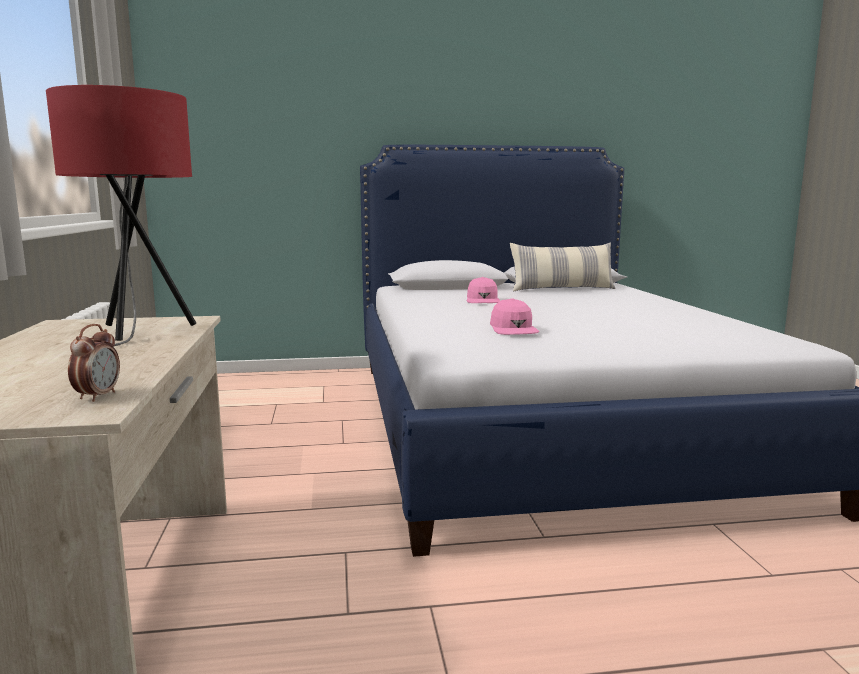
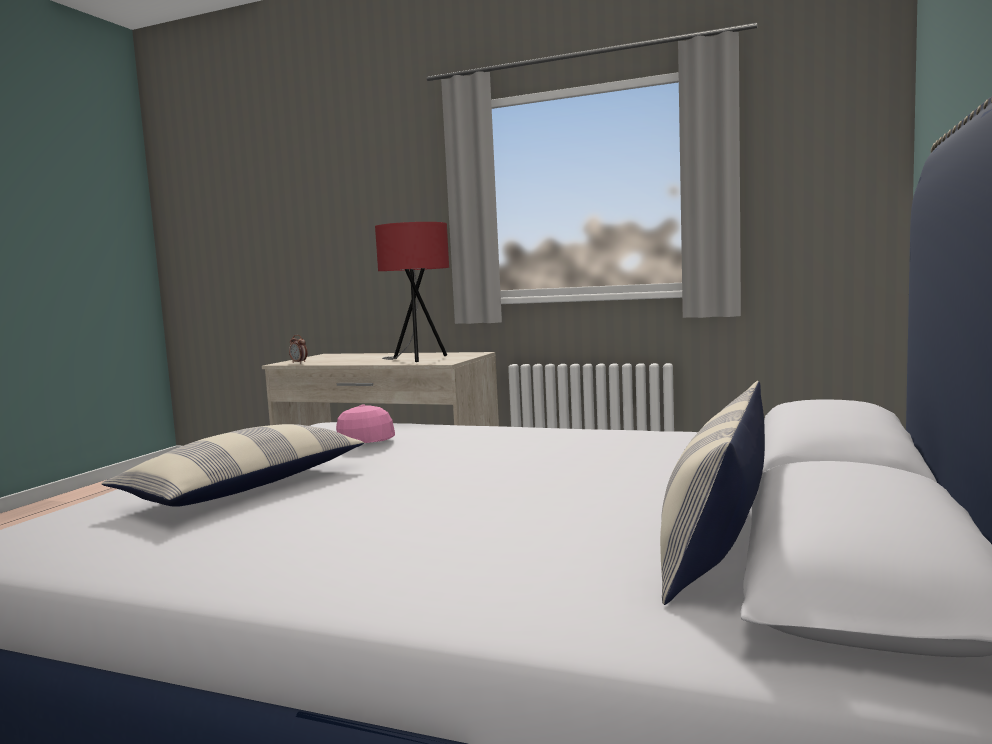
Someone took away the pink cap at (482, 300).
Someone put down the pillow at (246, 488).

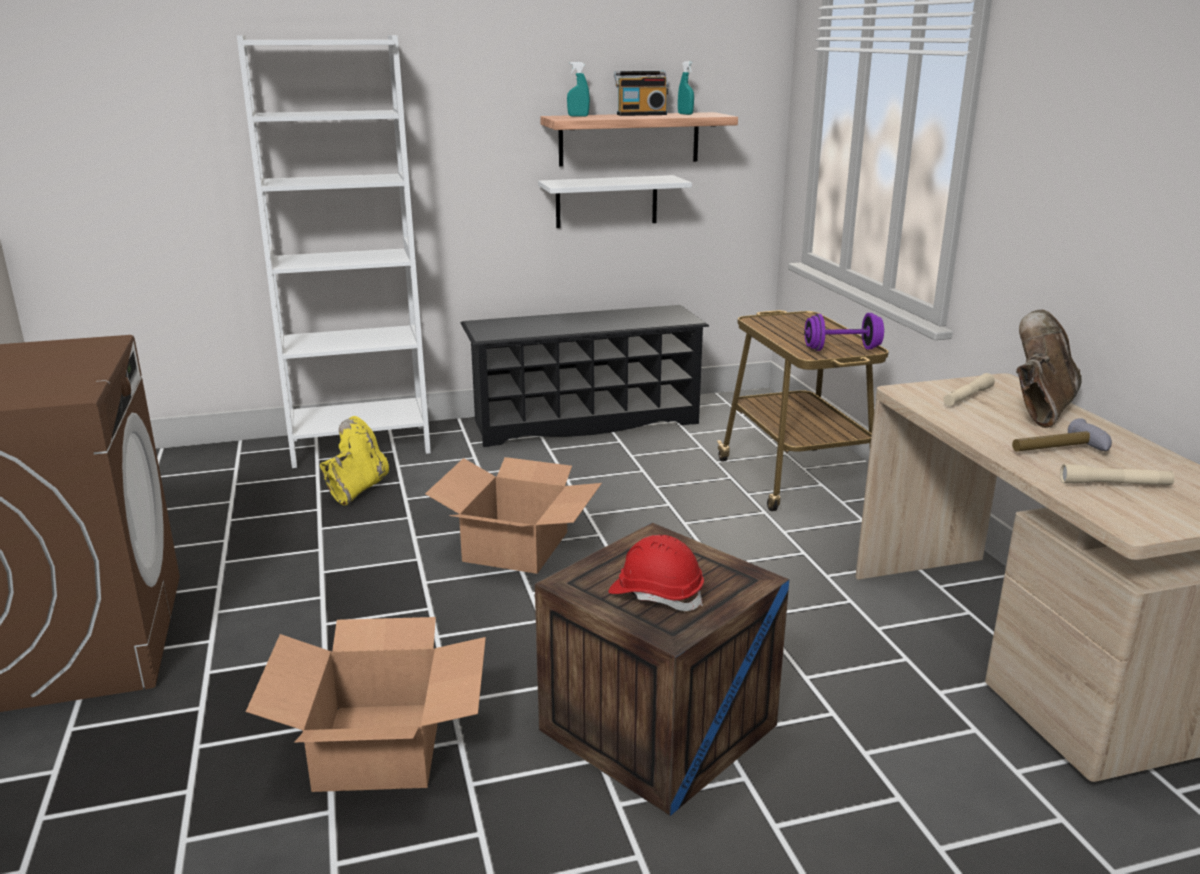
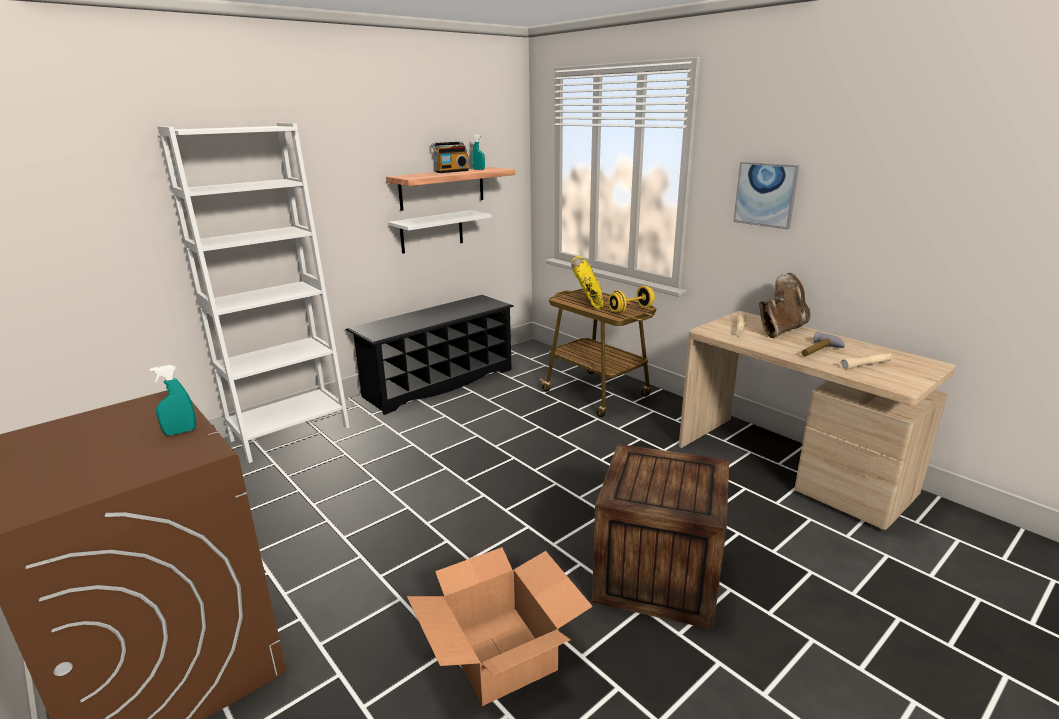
Someone took away the cardboard box at (517, 546).
Someone took away the red hard hat at (656, 595).
Someone put up the picture at (765, 194).
Someone carried the yellow boot from (357, 489) to (589, 302).
Someone carried the turquoise spray bottle from (578, 116) to (180, 432).
Someone repainted the purple dumbbell at (842, 349), which became the yellow dumbbell at (631, 310).
Someone rotated the brown boot at (1039, 409) by 45 degrees clockwise.

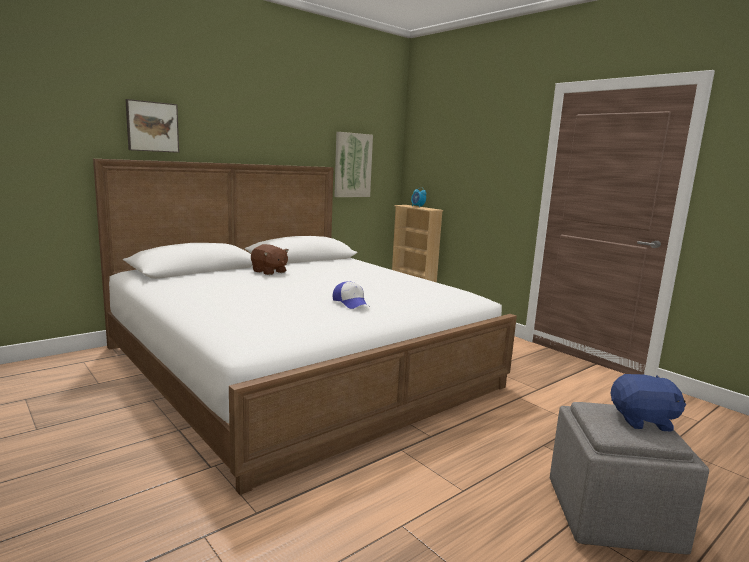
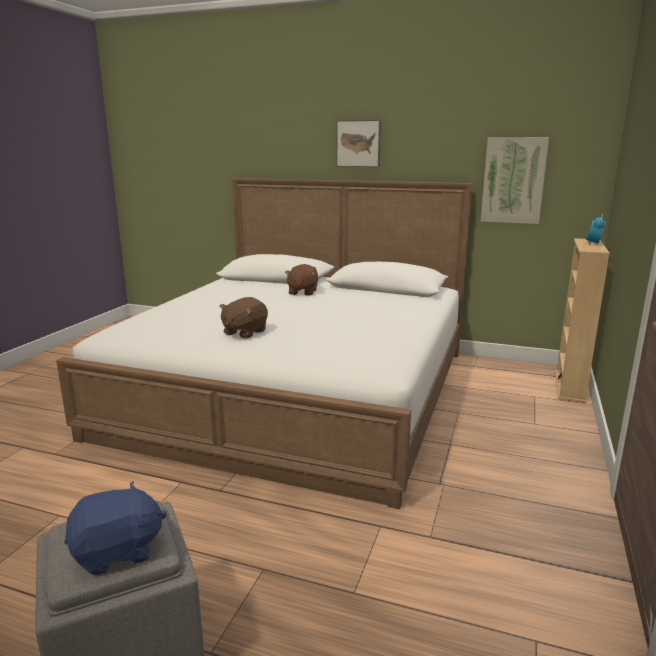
Someone carried the picture from (152, 127) to (359, 143).
Someone swapped the cap at (351, 303) for the brown plush toy at (244, 332).
Someone rotated the blue plush toy at (643, 421) by 90 degrees counterclockwise.

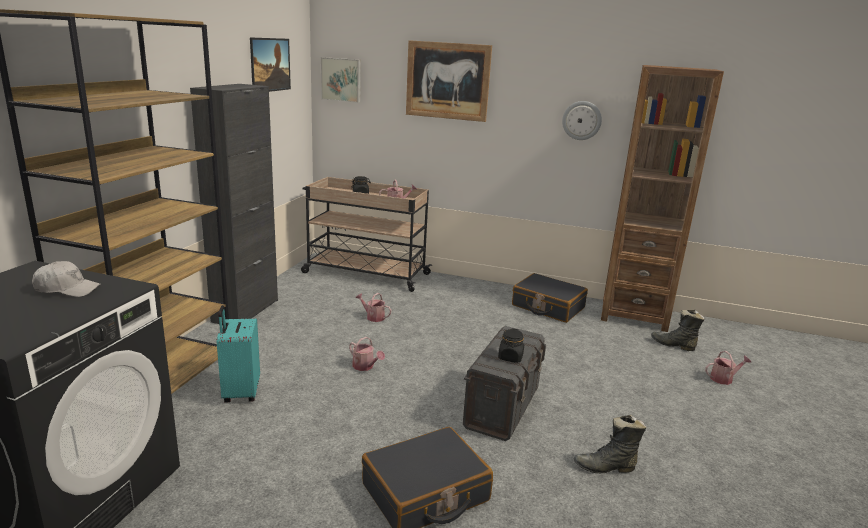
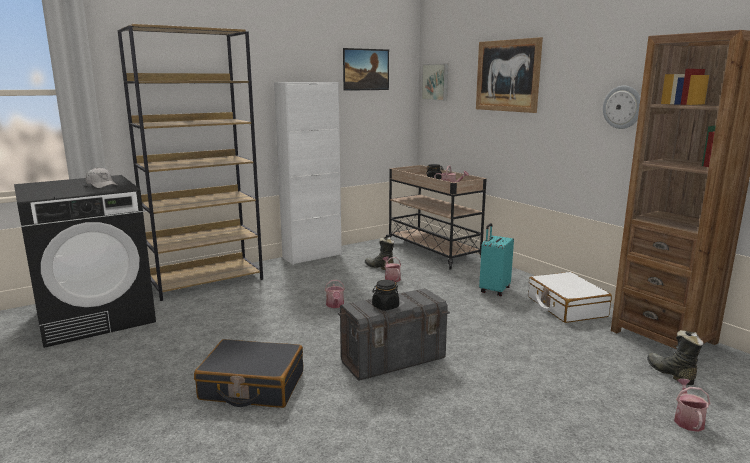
Someone carried the turquoise suitcase from (240, 392) to (494, 290).
Someone carried the black boot from (606, 467) to (379, 267).
Someone repainted the black cabinet at (245, 311), which became the white cabinet at (312, 256).
Someone repainted the black suitcase at (547, 307), which became the white suitcase at (566, 307).
Someone rotated the watering can at (724, 379) by 105 degrees counterclockwise.

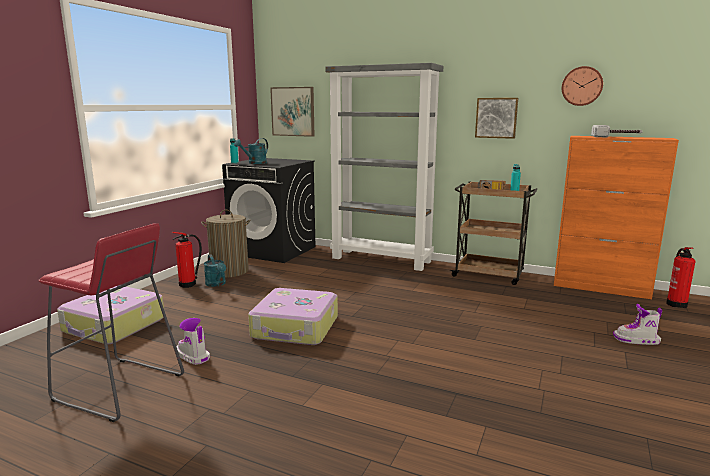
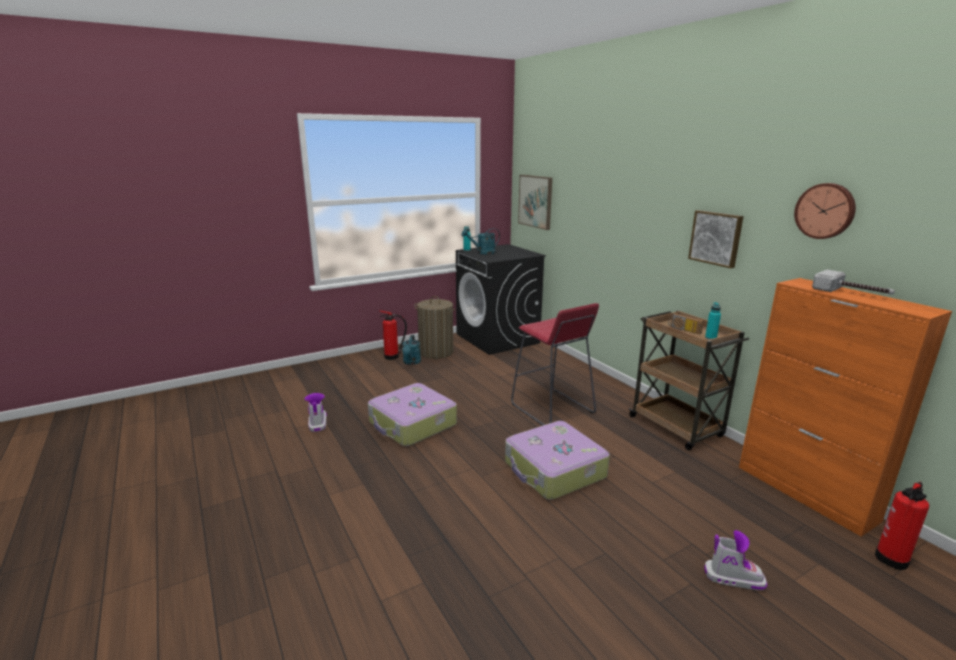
Someone took away the grey bookcase at (382, 260).
Someone carried the red stool from (119, 388) to (552, 409).
Someone carried the suitcase from (114, 325) to (554, 470).
Someone rotated the boot at (636, 340) by 150 degrees clockwise.

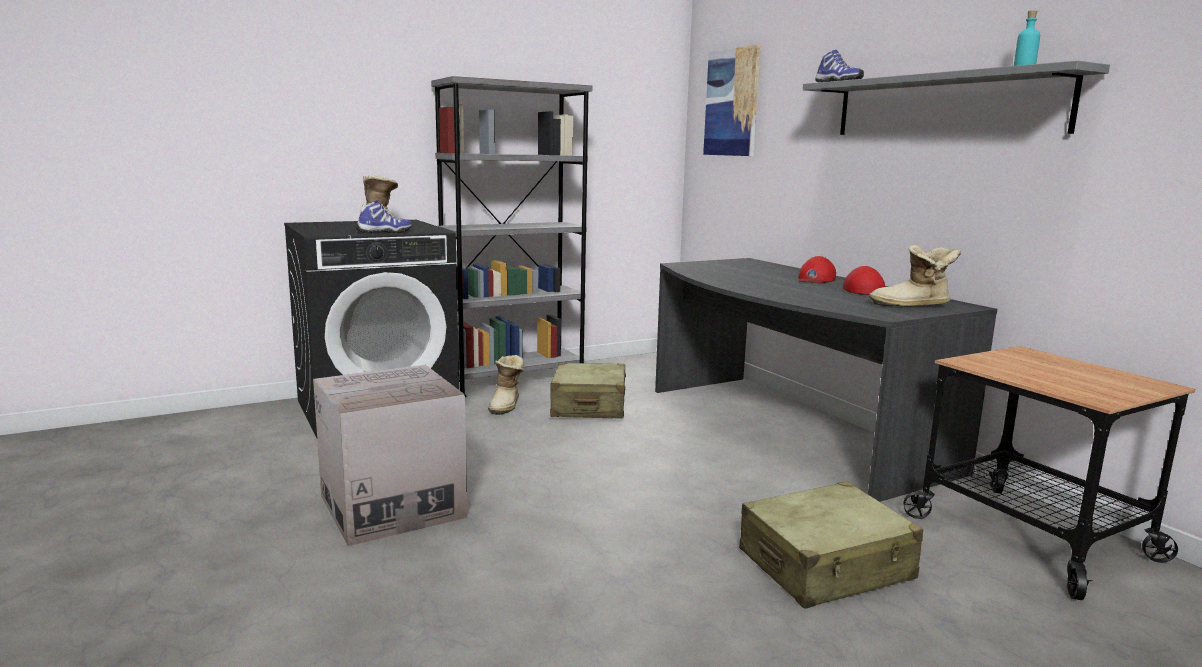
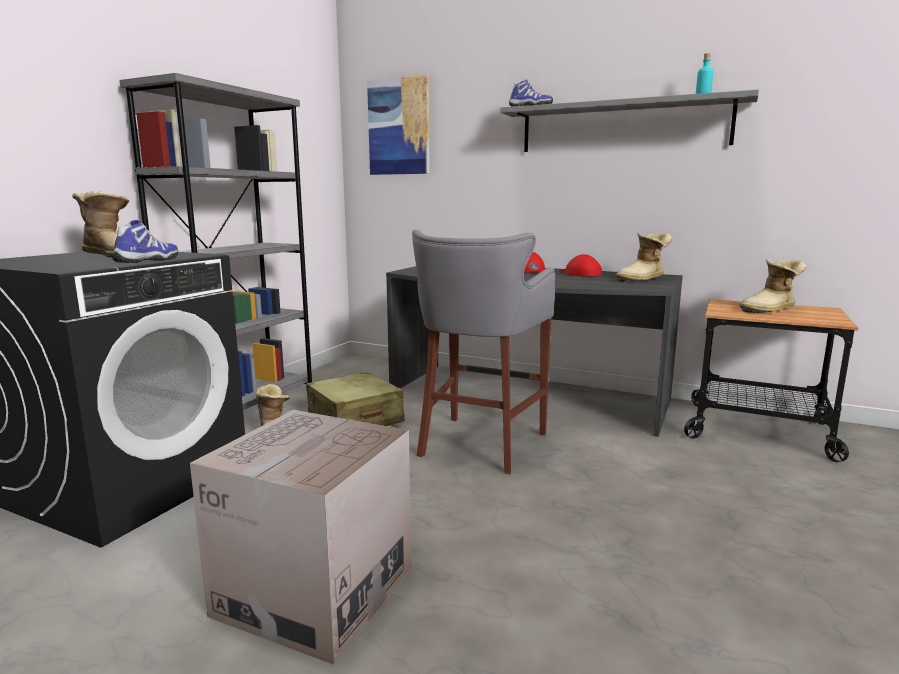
Someone took away the beige suitcase at (826, 566).
Someone put down the grey stool at (479, 445).
Someone put down the boot at (770, 310).

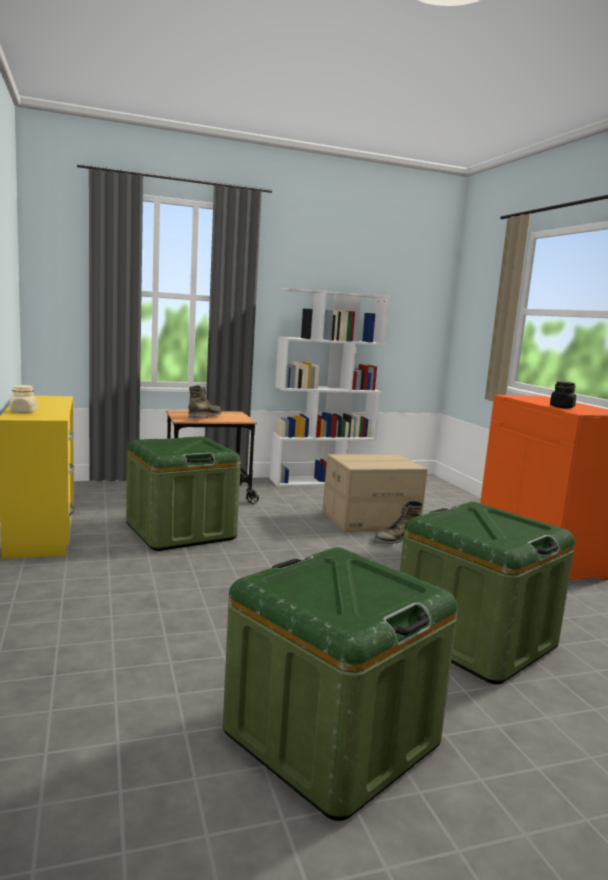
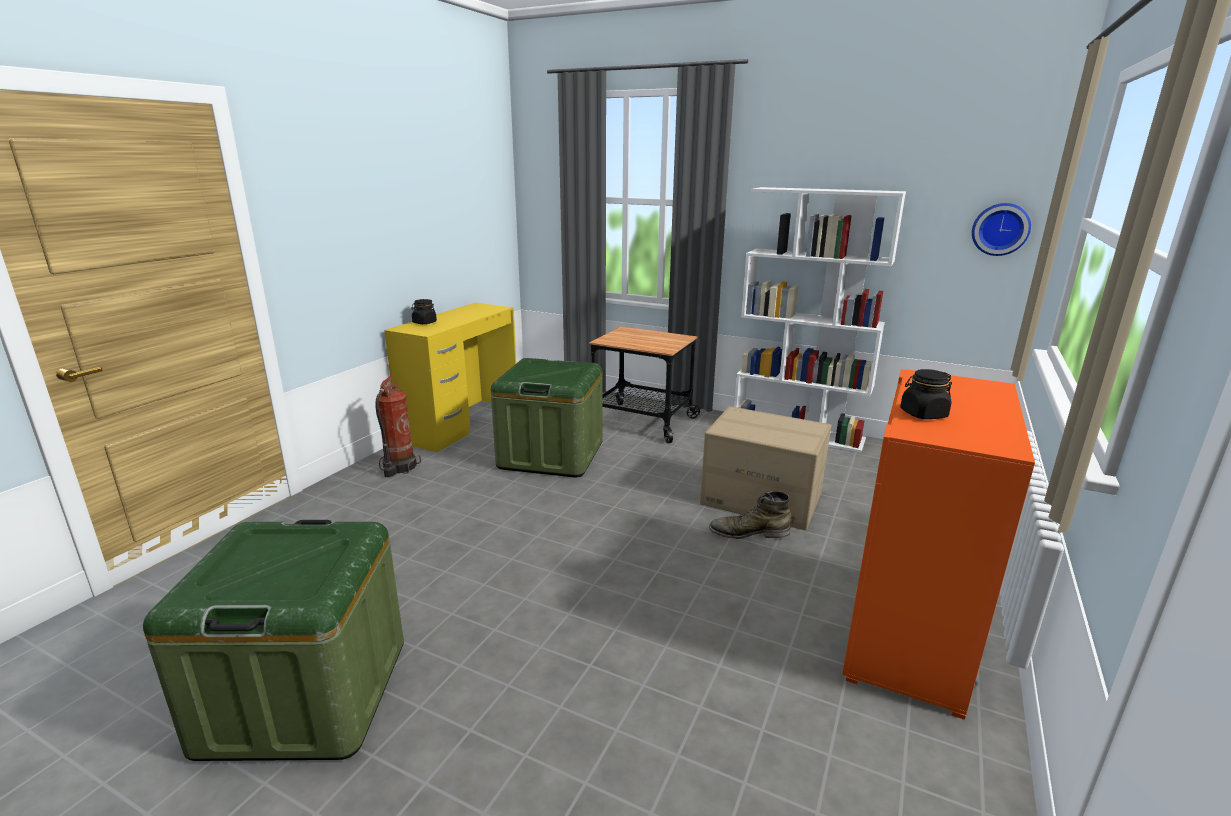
Someone took away the green boot at (206, 416).
Someone took away the green storage box at (475, 639).
Someone put down the fire extinguisher at (398, 468).
Someone put up the wall clock at (1000, 229).
Someone repainted the beige jar at (23, 411), which became the black jar at (424, 323).

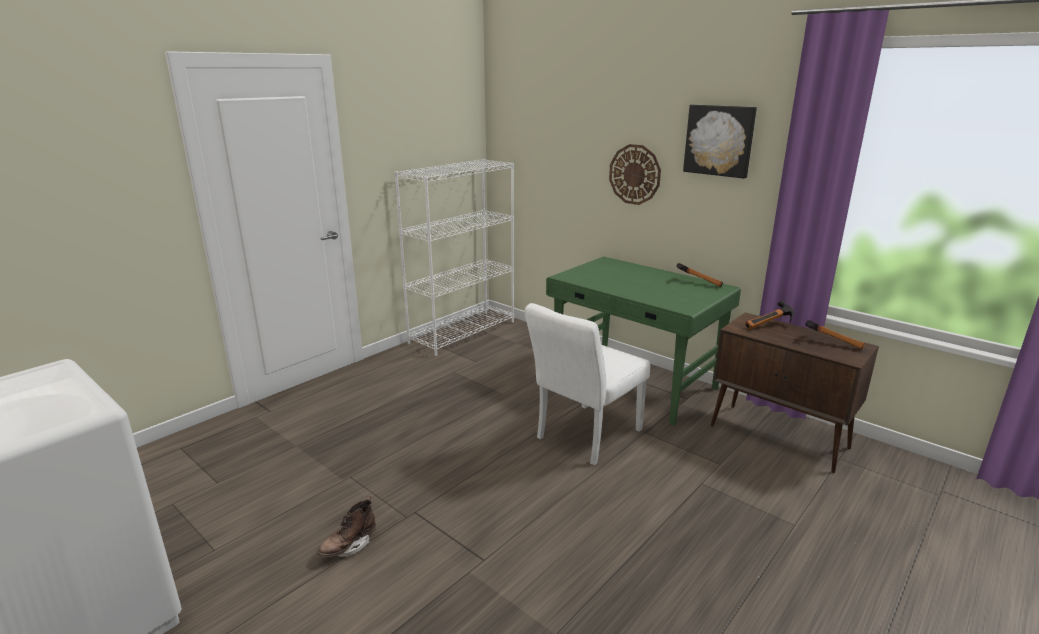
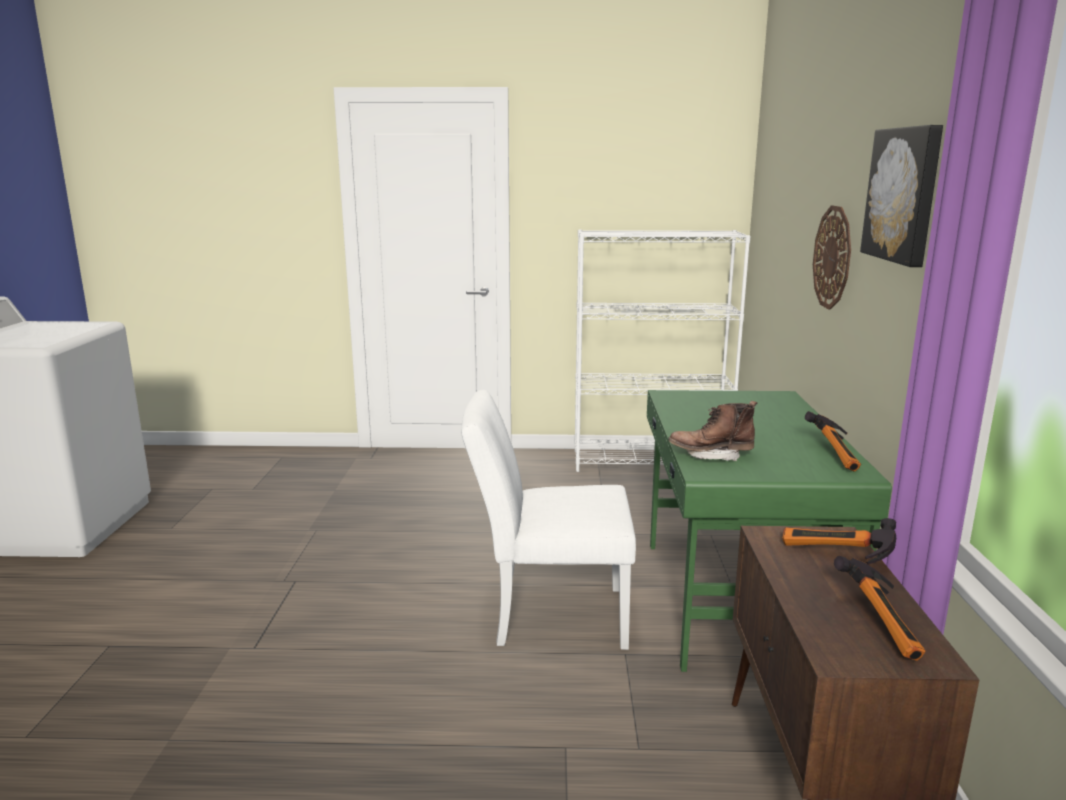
Someone carried the brown boot from (349, 546) to (710, 455).

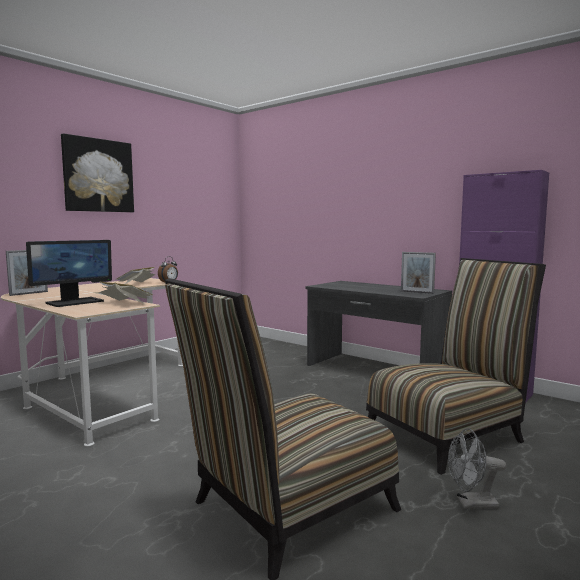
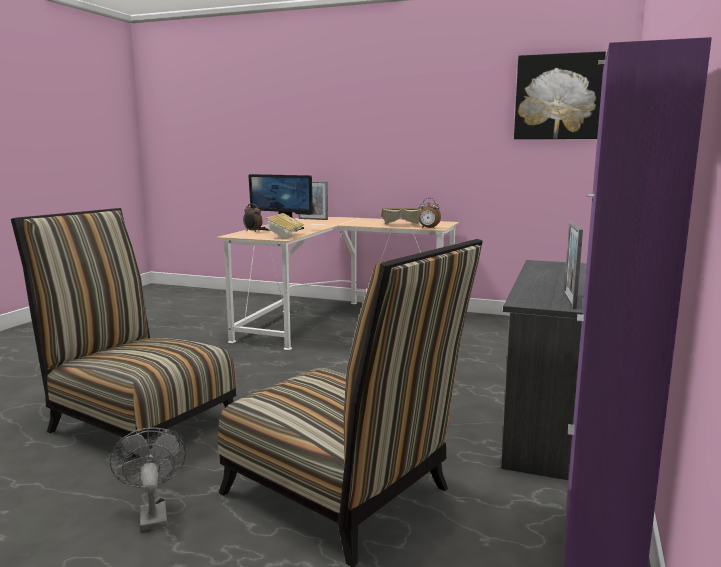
Someone put down the alarm clock at (252, 231).
Someone carried the picture from (98, 175) to (558, 97).

